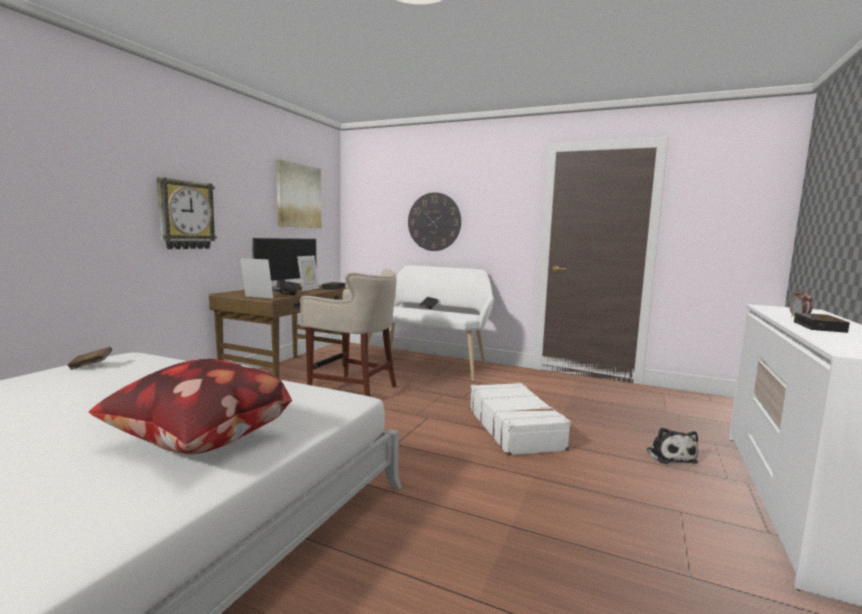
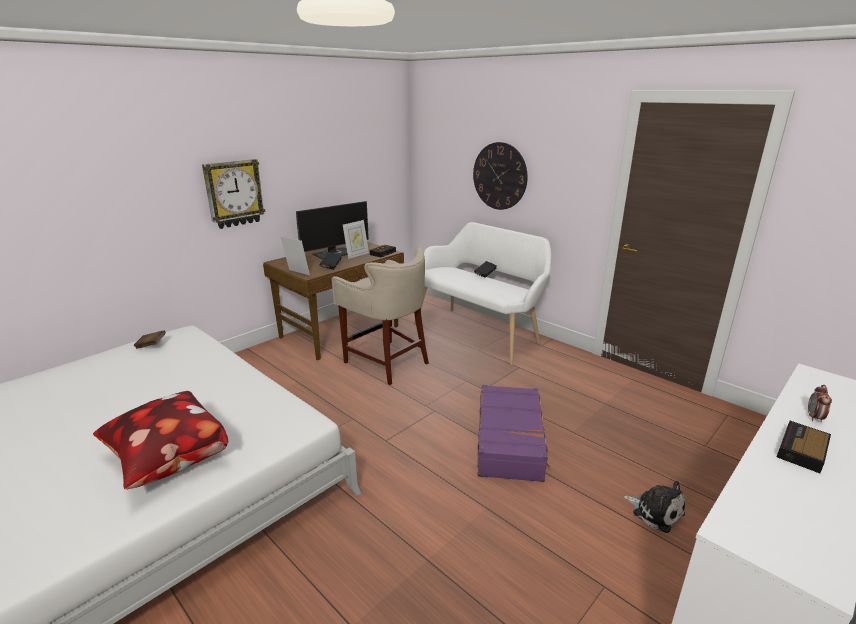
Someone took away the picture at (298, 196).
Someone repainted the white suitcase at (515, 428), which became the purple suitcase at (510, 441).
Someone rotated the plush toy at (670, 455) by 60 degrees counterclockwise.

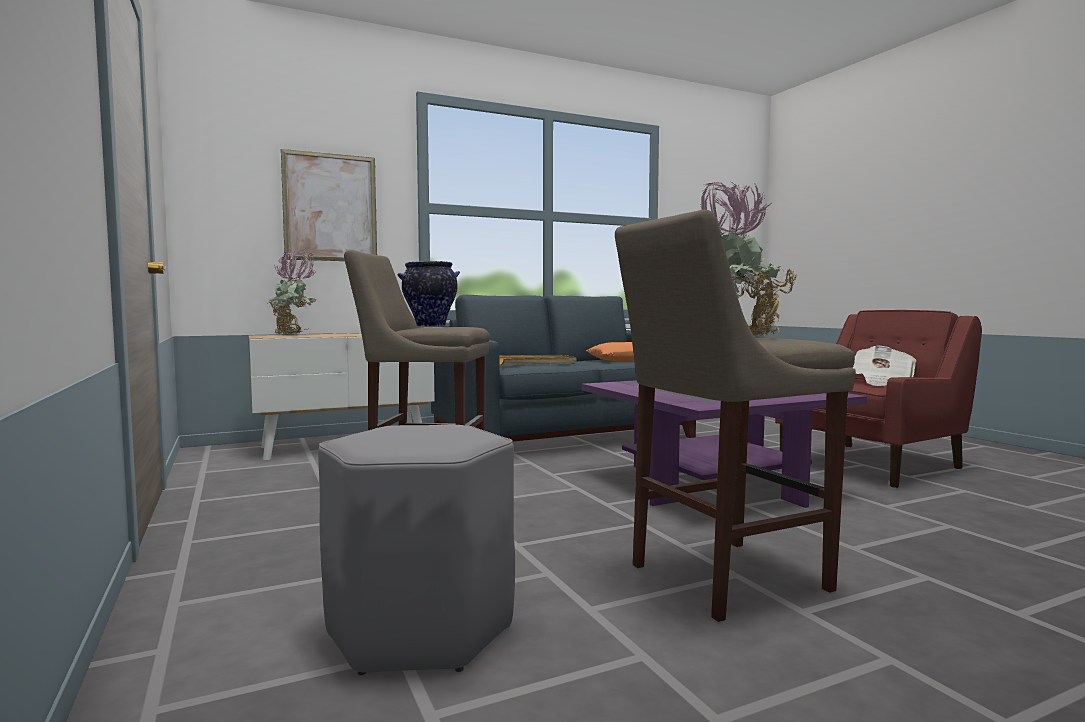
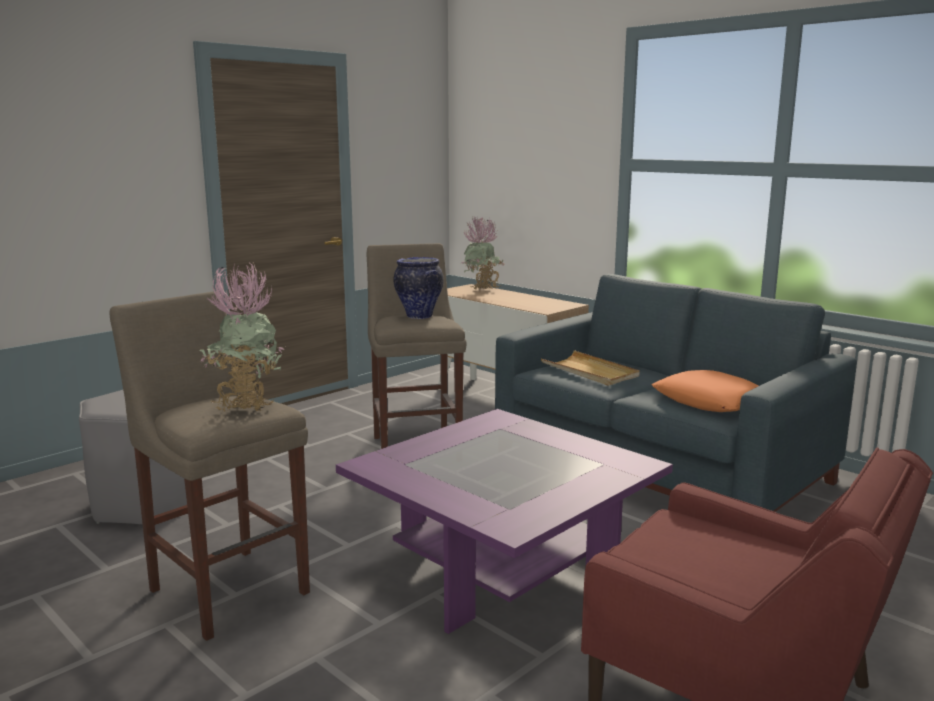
Someone took away the picture at (330, 207).
Someone took away the newspaper at (881, 382).

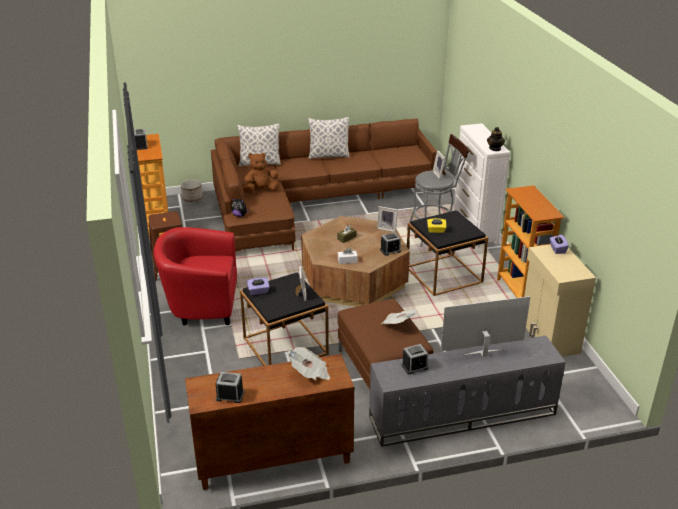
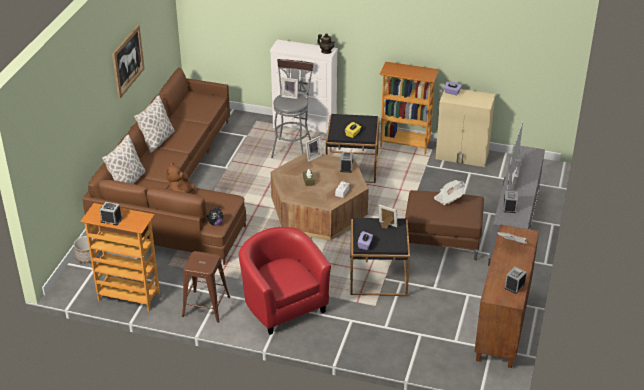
Someone put up the picture at (127, 61).
Someone rotated the red armchair at (201, 305) by 120 degrees clockwise.

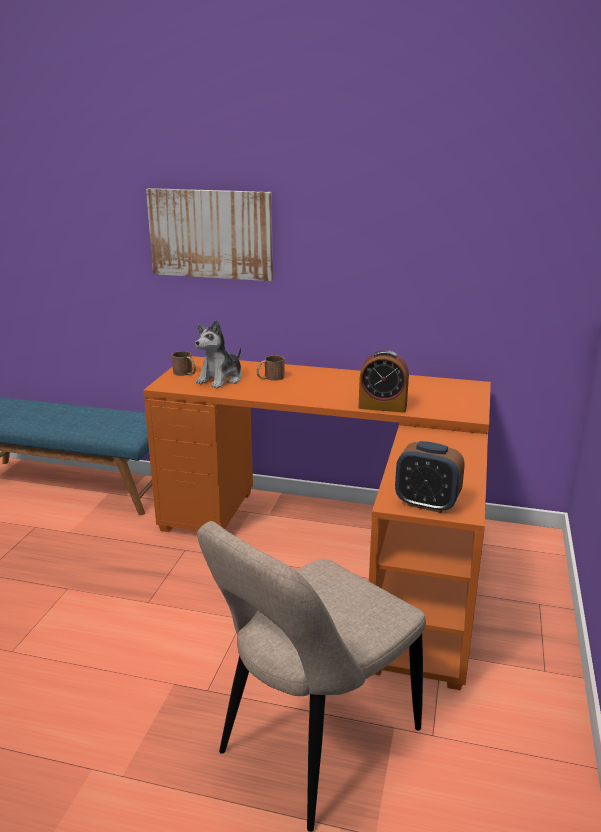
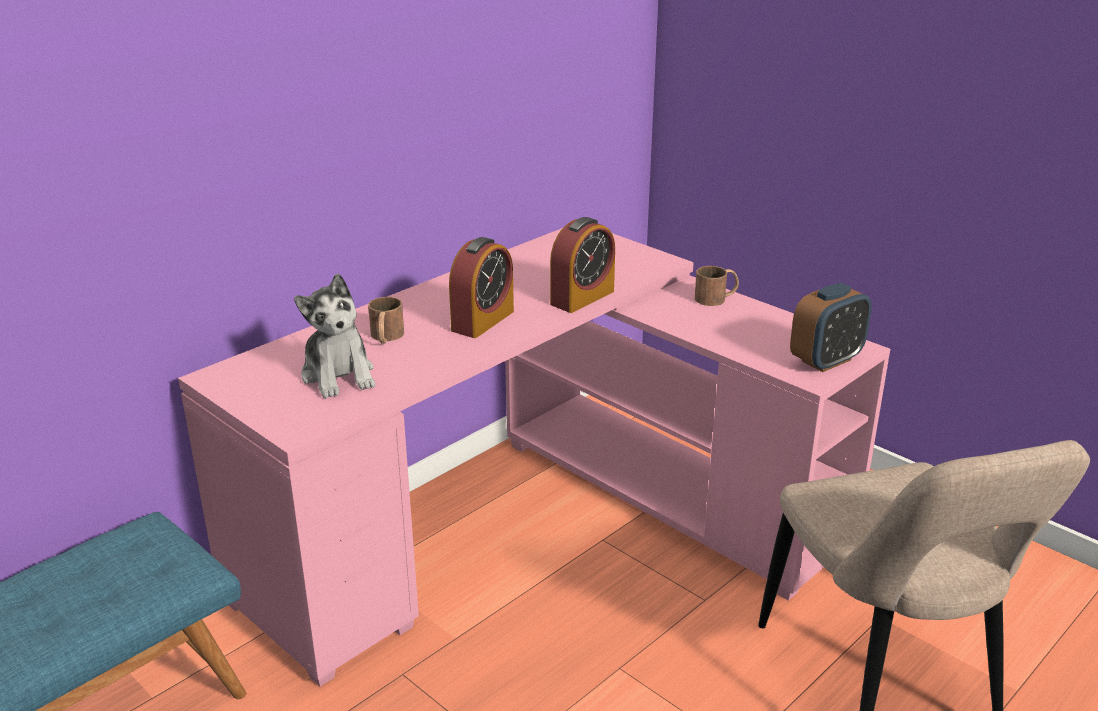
Someone took away the picture at (211, 234).
Someone put down the alarm clock at (482, 321).
Someone carried the brown mug from (186, 373) to (716, 298).
Someone repainted the orange desk at (342, 549), which became the pink desk at (541, 525).

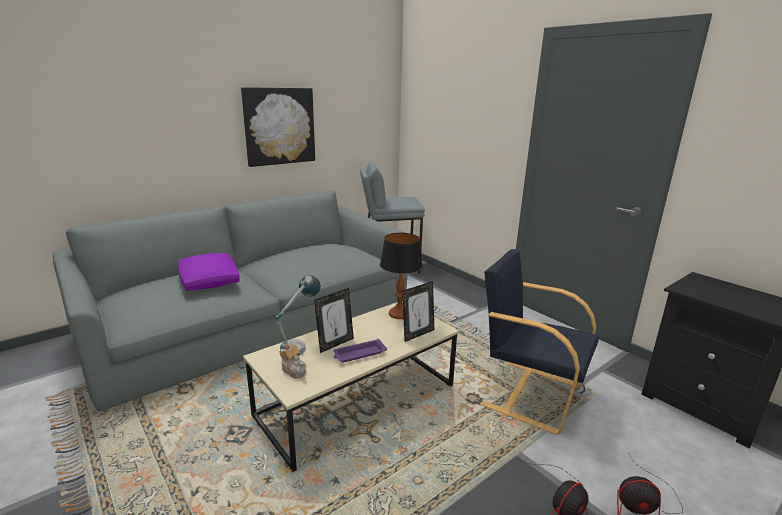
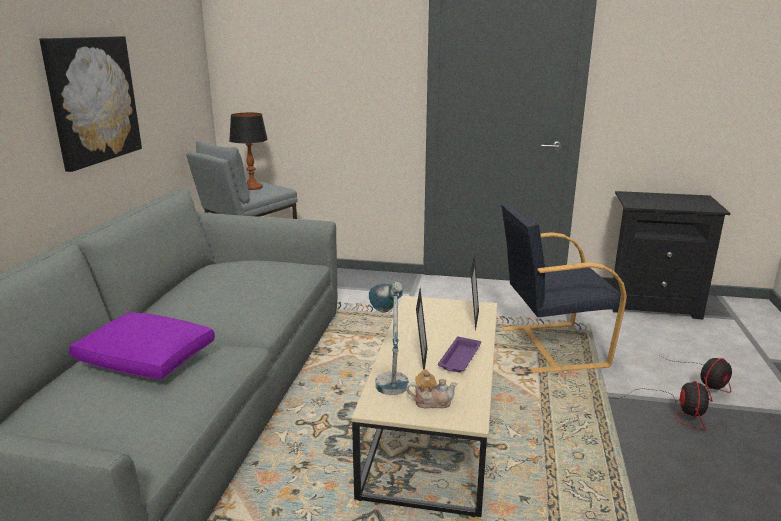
Someone carried the table lamp from (399, 314) to (252, 187).

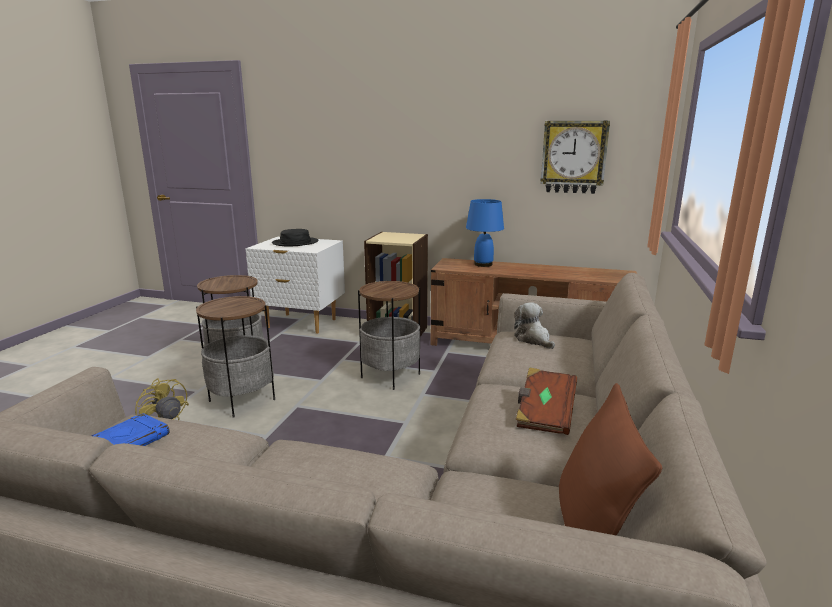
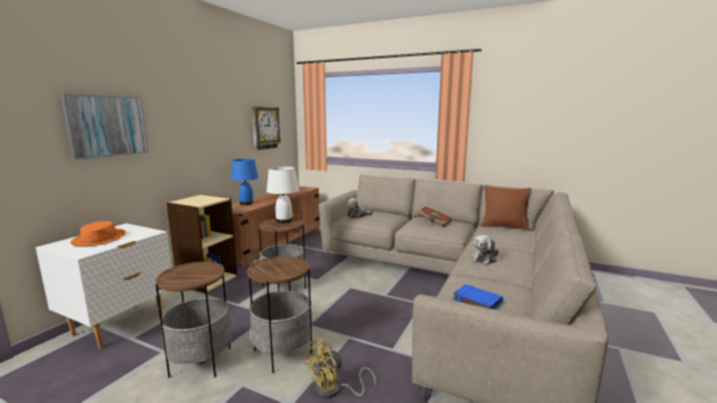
Someone put up the picture at (107, 126).
Someone put down the white table lamp at (284, 220).
Someone put down the plush toy at (485, 258).
Someone repainted the black hat at (295, 243), which became the orange hat at (99, 238).

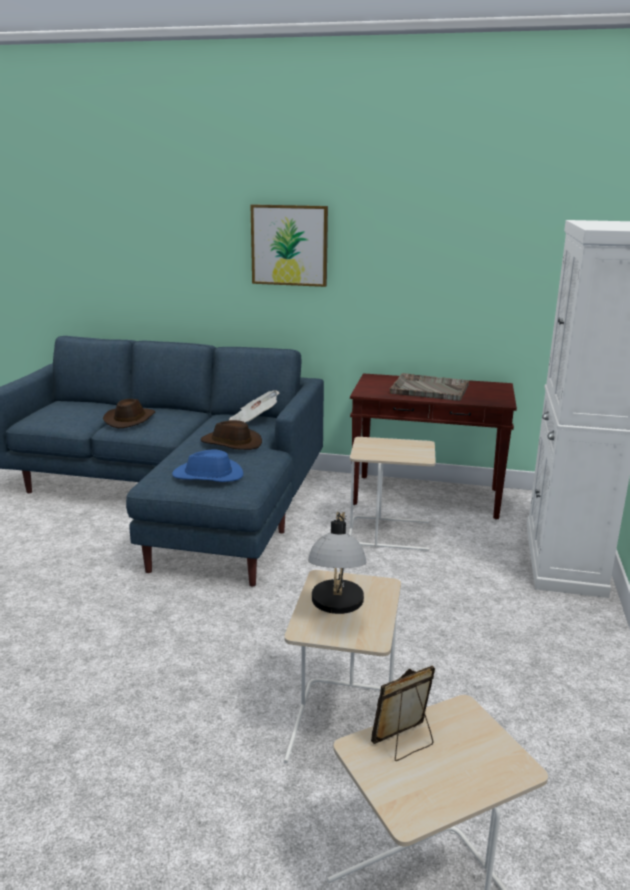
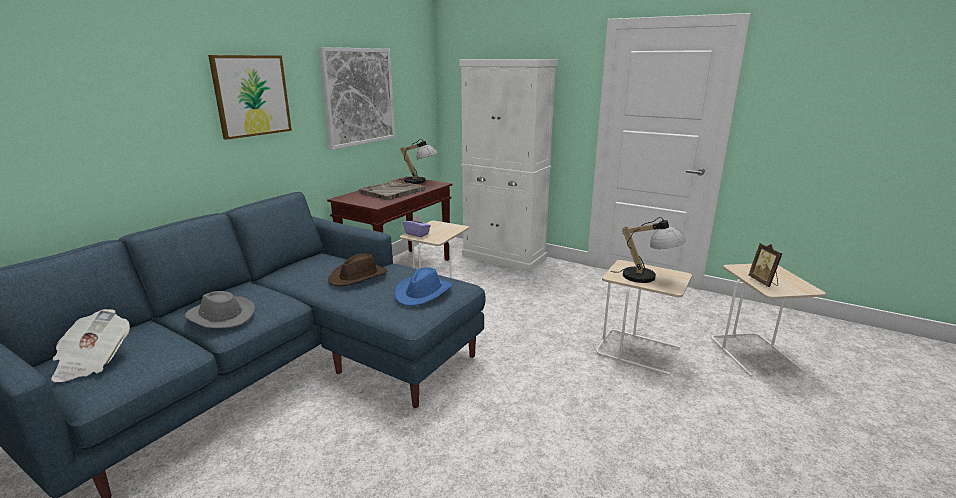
Someone put up the picture at (359, 97).
Someone put down the table lamp at (420, 182).
Someone put down the purple tissue box at (417, 234).
Someone carried the newspaper from (254, 420) to (93, 361).
Someone repainted the brown hat at (130, 419), which became the grey hat at (220, 316).

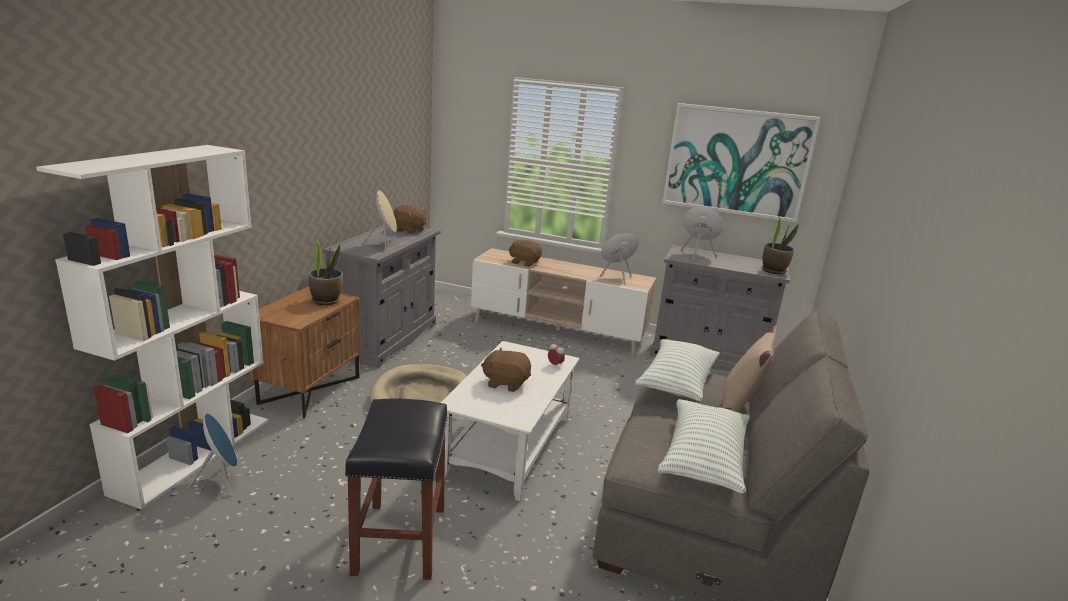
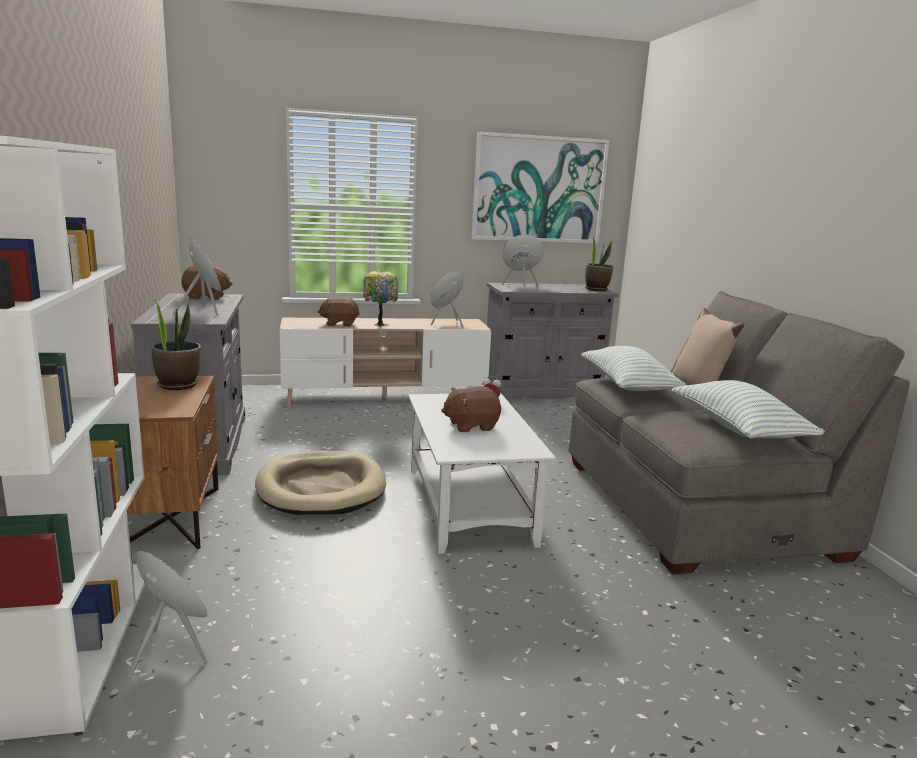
Someone took away the black stool at (399, 538).
Someone put down the table lamp at (380, 324).

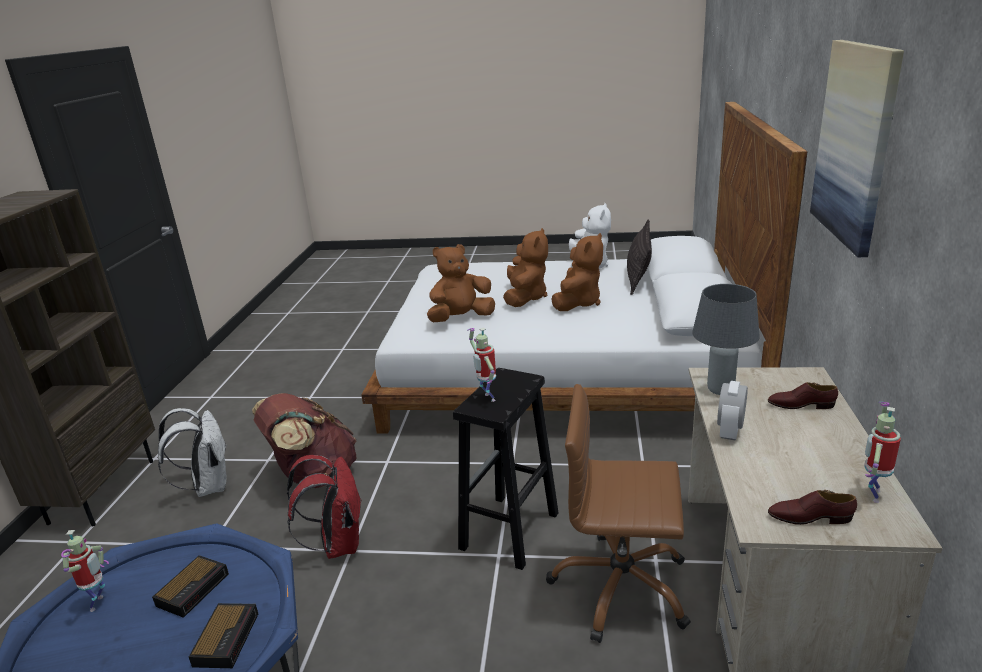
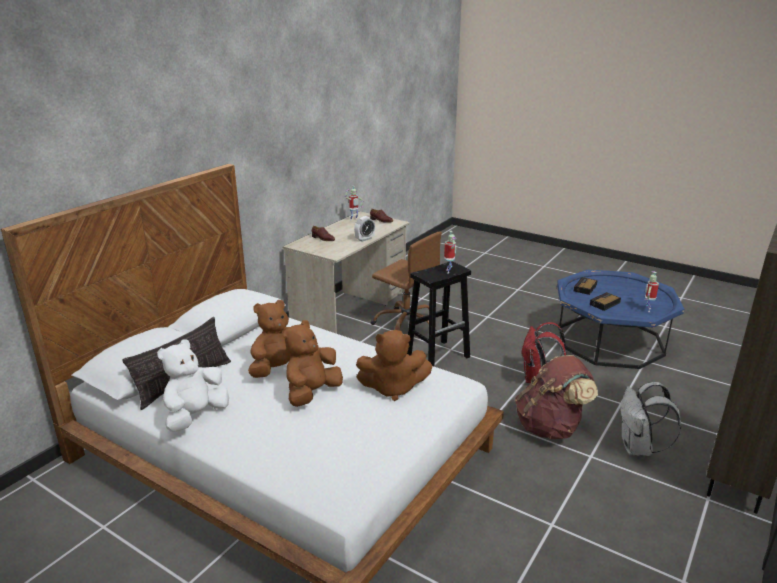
Someone took away the grey table lamp at (720, 390).
Someone took away the picture at (855, 143).

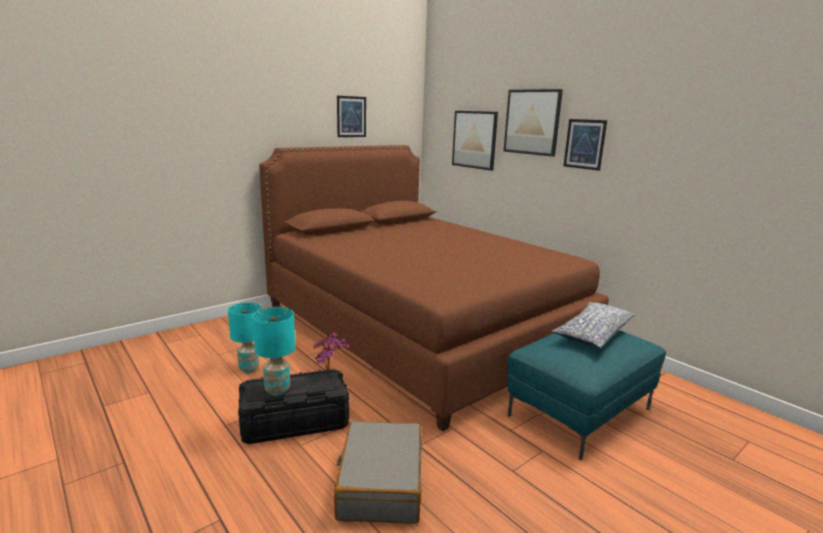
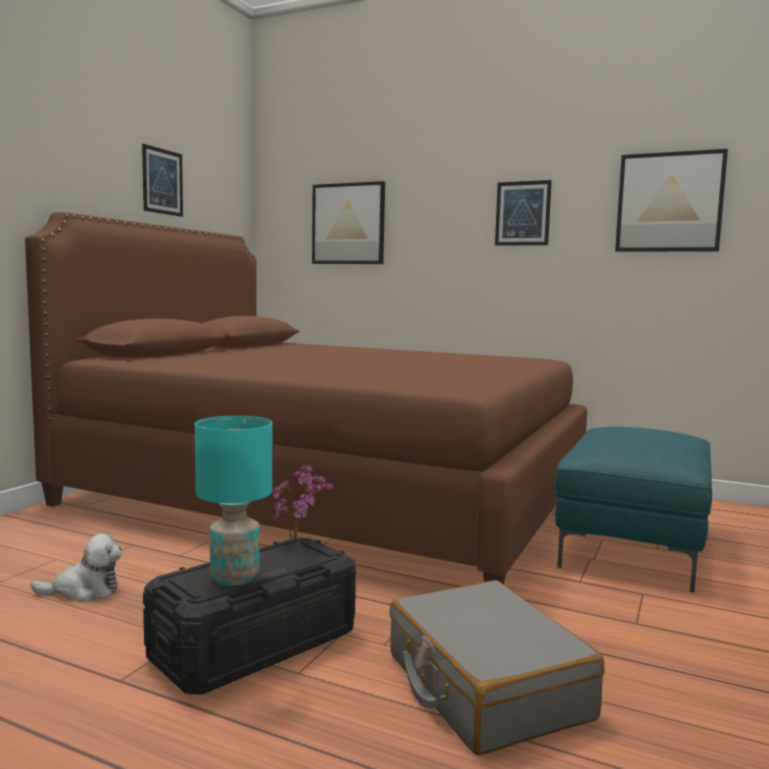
Someone took away the pillow at (592, 333).
Someone carried the picture from (532, 122) to (669, 202).
Someone swapped the turquoise table lamp at (249, 368) for the plush toy at (84, 591).

